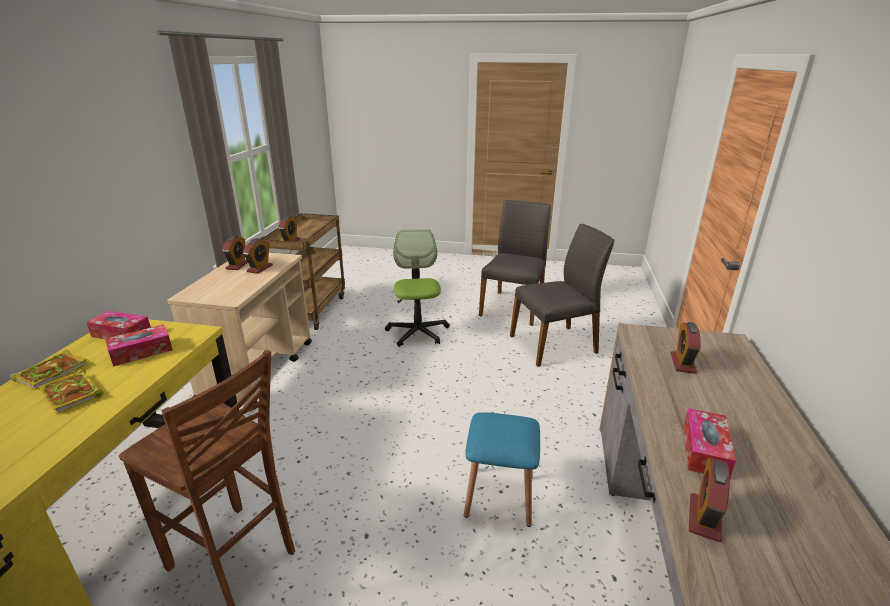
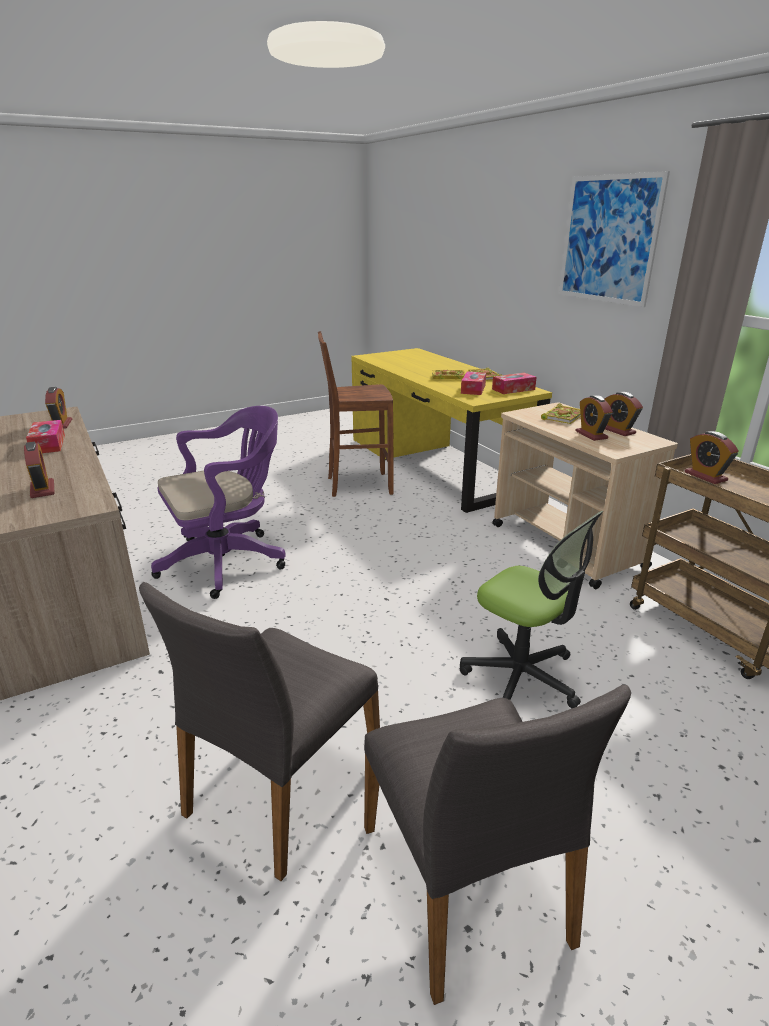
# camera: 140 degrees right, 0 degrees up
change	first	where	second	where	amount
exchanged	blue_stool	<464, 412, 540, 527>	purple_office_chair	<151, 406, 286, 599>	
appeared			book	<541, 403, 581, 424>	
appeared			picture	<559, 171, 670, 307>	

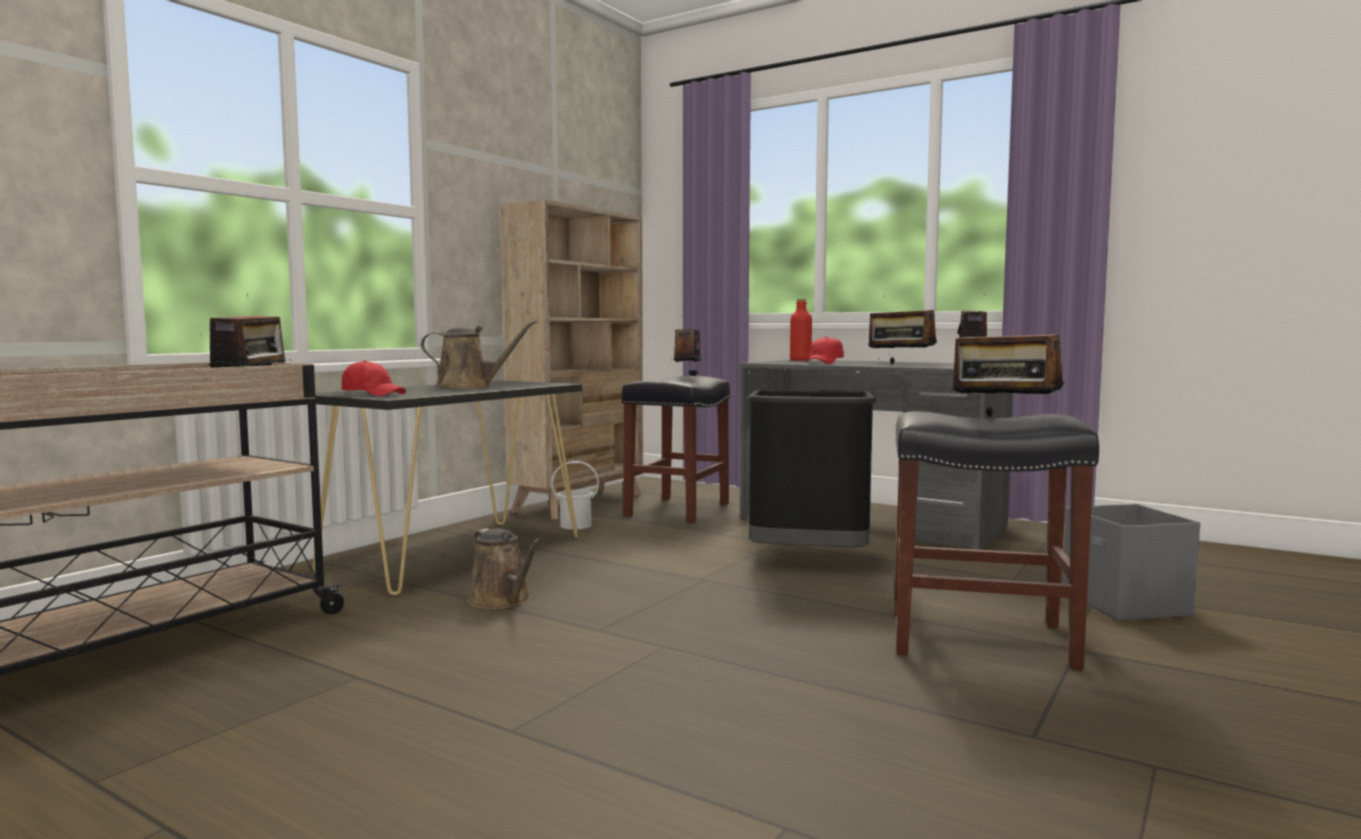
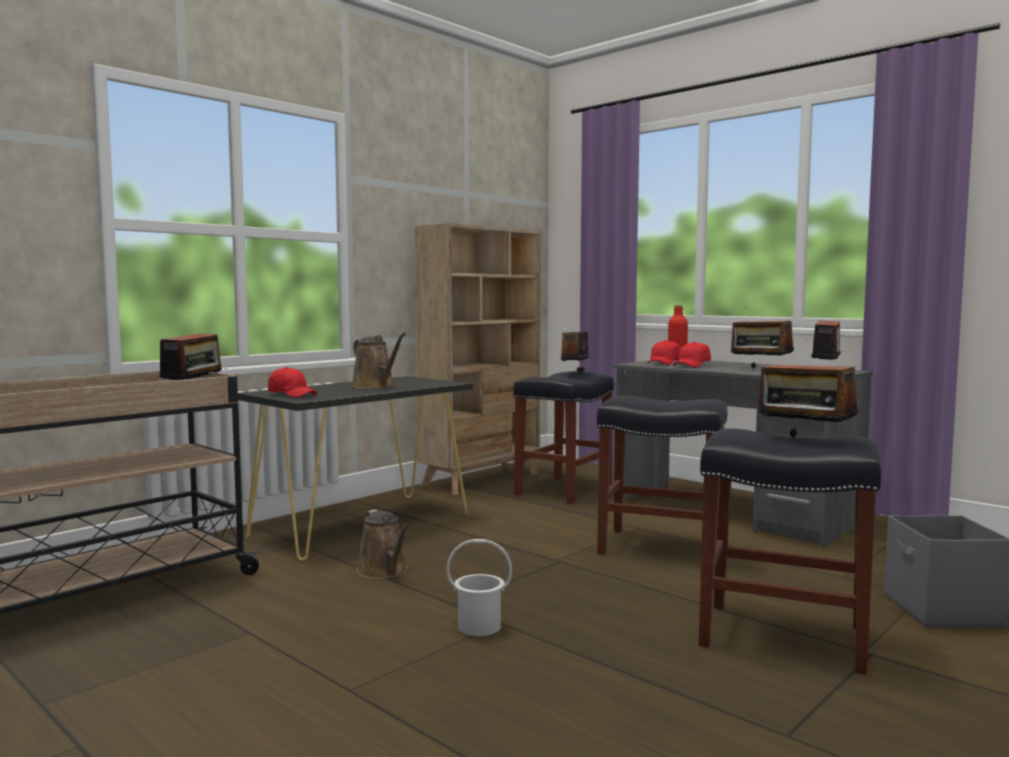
# camera: 10 degrees right, 0 degrees up
change	first	where	second	where	amount
spun	brown_watering_can	<421, 320, 537, 389>		<351, 333, 406, 389>	45 degrees clockwise
relocated	white_bucket	<551, 461, 599, 530>		<447, 539, 512, 636>	
exchanged	black_trash_can	<746, 390, 876, 547>	black_stool	<597, 395, 727, 555>	
appeared			red_cap	<647, 340, 680, 365>	

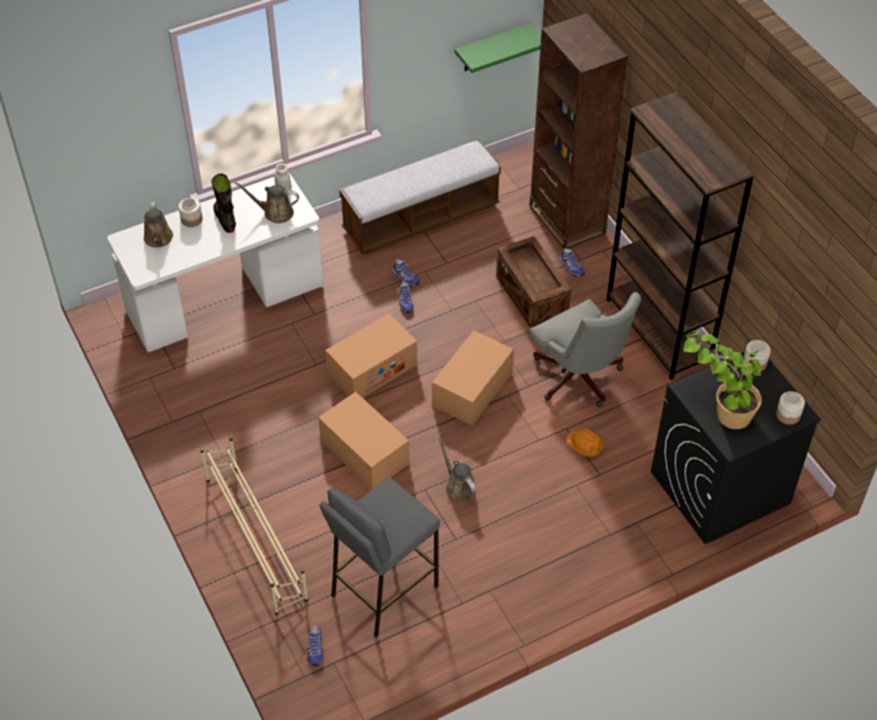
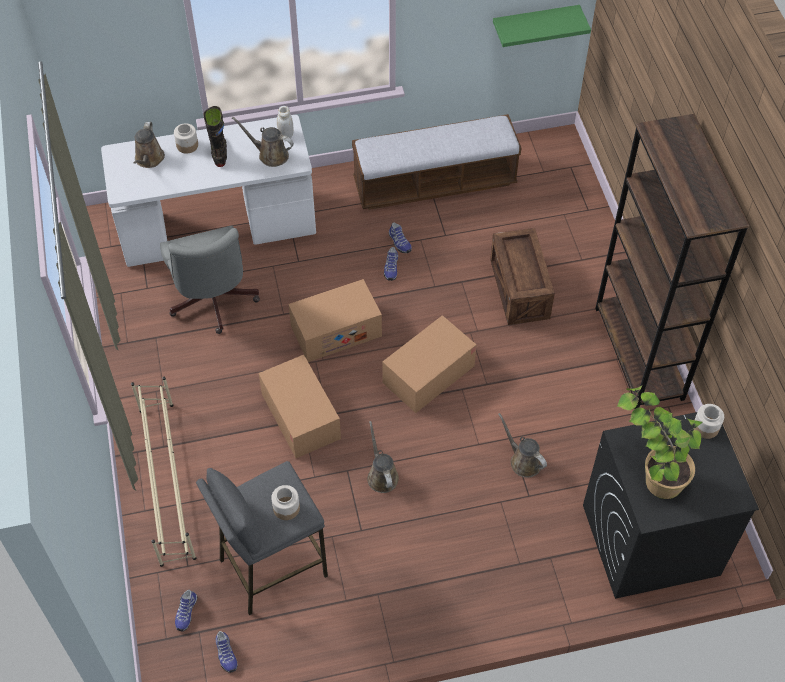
# camera: 15 degrees right, 5 degrees up
change	first	where	second	where	amount
relocated	grey_office_chair	<530, 292, 641, 407>		<160, 225, 260, 334>	
relocated	shoe	<560, 248, 585, 277>		<216, 631, 238, 673>	
relocated	jar	<776, 391, 805, 425>		<271, 485, 300, 520>	
exchanged	orange_hard_hat	<566, 428, 603, 457>	brown_watering_can	<498, 413, 547, 477>	
missing	brown_bookcase	<529, 13, 628, 249>			

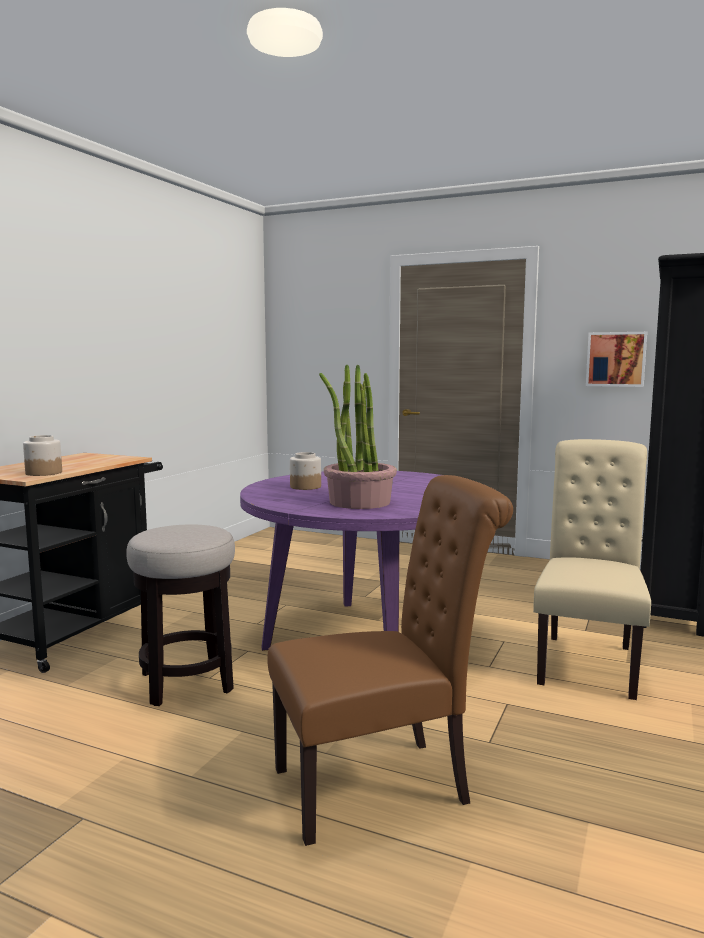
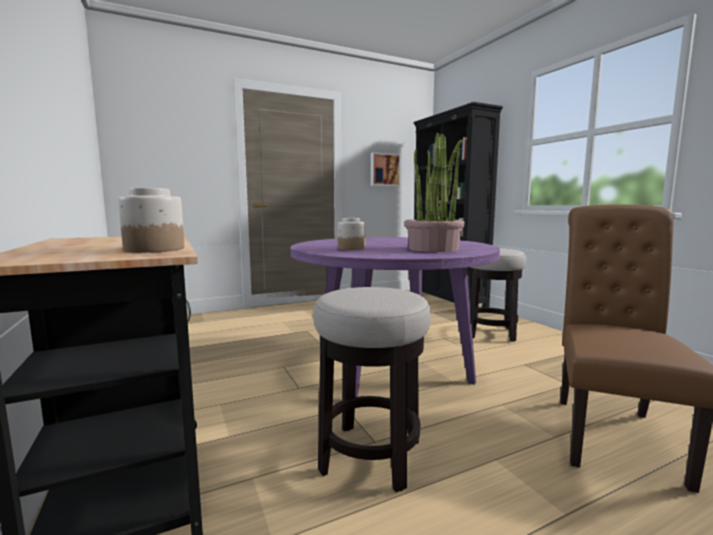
# camera: 50 degrees left, 0 degrees up
change	first	where	second	where	amount
exchanged	beige_chair	<533, 439, 651, 700>	stool	<467, 248, 526, 342>	

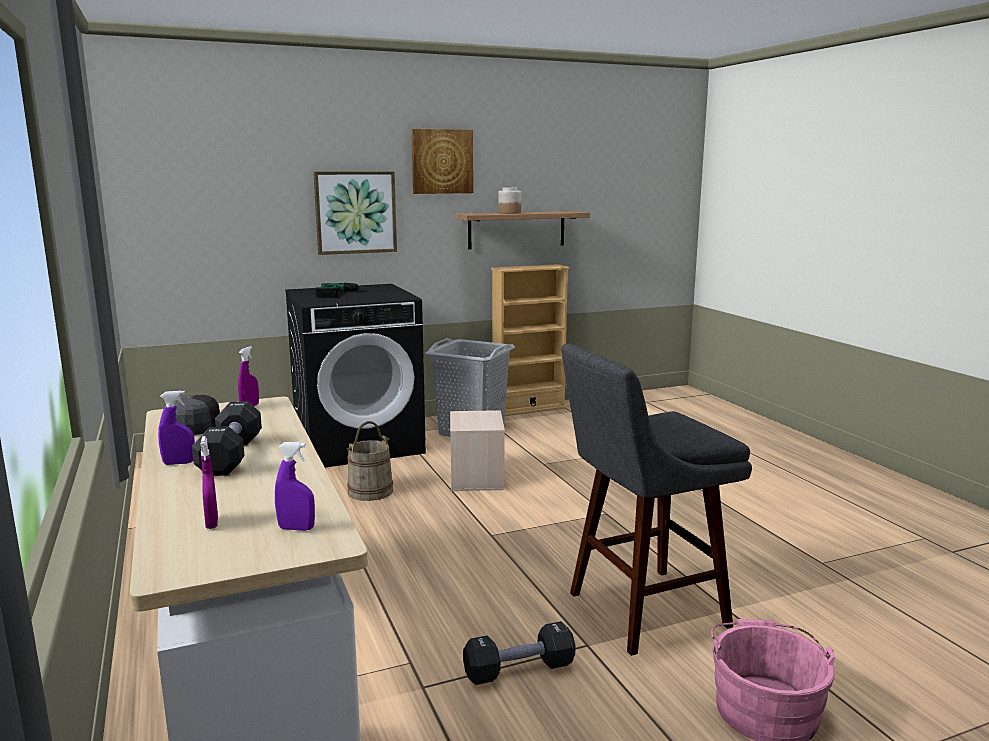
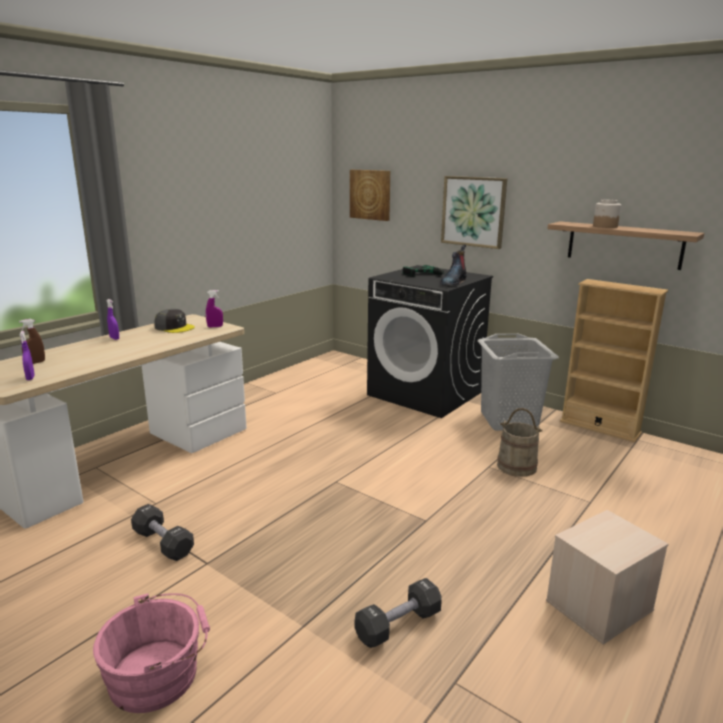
# camera: 60 degrees right, 5 degrees up
change	first	where	second	where	amount
colour	purple_spray_bottle	<201, 436, 218, 529>	brown_spray_bottle	<19, 319, 45, 364>	
relocated	picture	<411, 129, 473, 194>		<350, 170, 390, 221>	
relocated	black_dumbbell	<192, 401, 262, 476>		<355, 578, 442, 648>	
appeared			boot	<440, 245, 467, 285>	
relocated	beige_bucket	<347, 421, 393, 501>		<497, 408, 543, 477>	
relocated	beige_storage_box	<450, 410, 505, 491>		<546, 510, 668, 644>	
missing	grey_stool	<561, 344, 752, 656>			

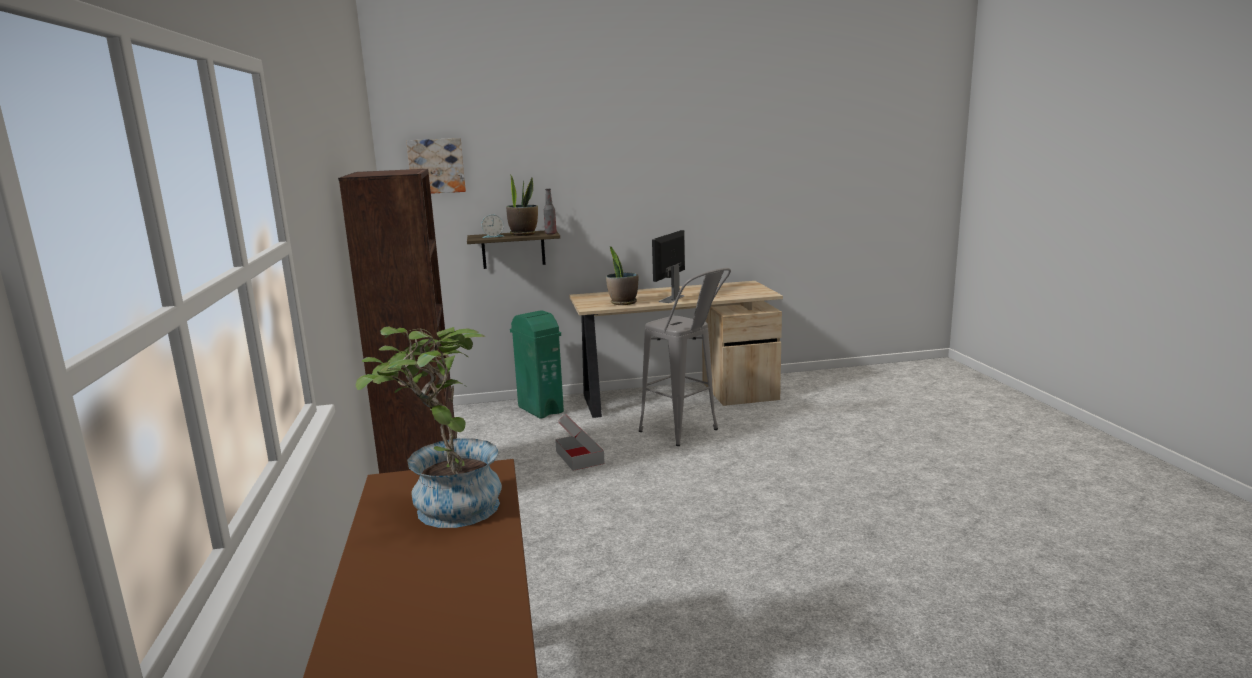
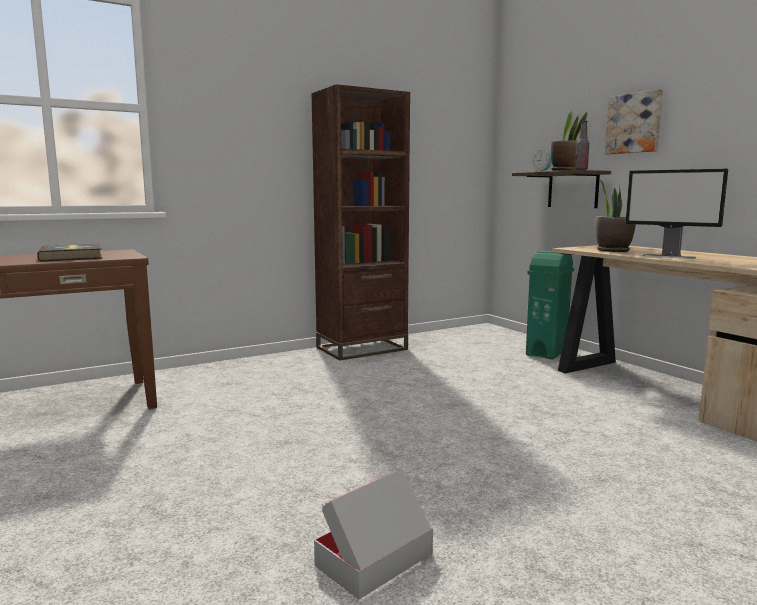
# camera: 70 degrees right, 5 degrees down
change	first	where	second	where	amount
exchanged	potted_plant	<356, 327, 502, 528>	book	<37, 244, 103, 261>	
relocated	cardboard_box	<555, 414, 605, 471>		<314, 469, 433, 599>	
relocated	picture	<406, 138, 466, 194>		<605, 89, 663, 155>	
spun	monitor	<652, 230, 685, 303>		<626, 169, 728, 259>	150 degrees counterclockwise
missing	grey_stool	<639, 268, 731, 446>			

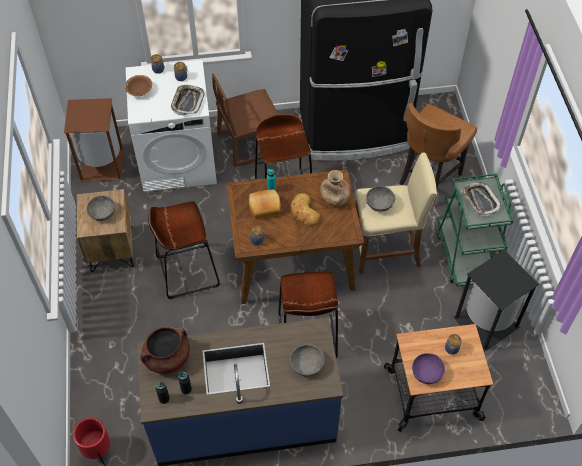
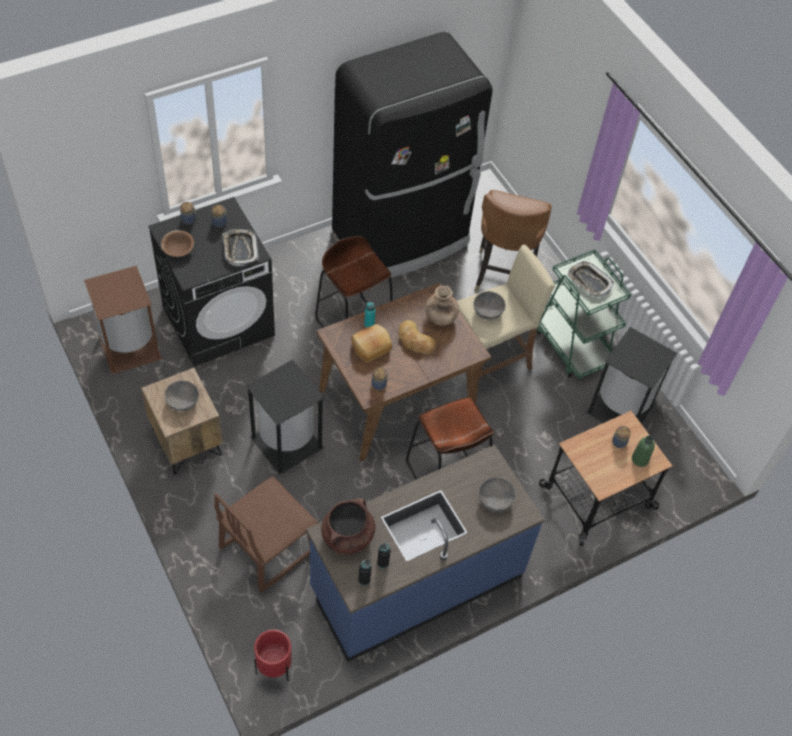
# camera: 25 degrees left, 0 degrees up
change	first	where	second	where	amount
colour	white_washing_machine	<126, 60, 217, 192>	black_washing_machine	<148, 197, 275, 366>	
relocated	brown_chair	<212, 73, 278, 167>		<214, 476, 318, 593>	
exchanged	brown_stool	<148, 201, 220, 299>	black_trash_can	<246, 359, 325, 475>	
appeared			green_bottle	<632, 435, 655, 467>	
missing	purple_bowl	<412, 353, 445, 384>			

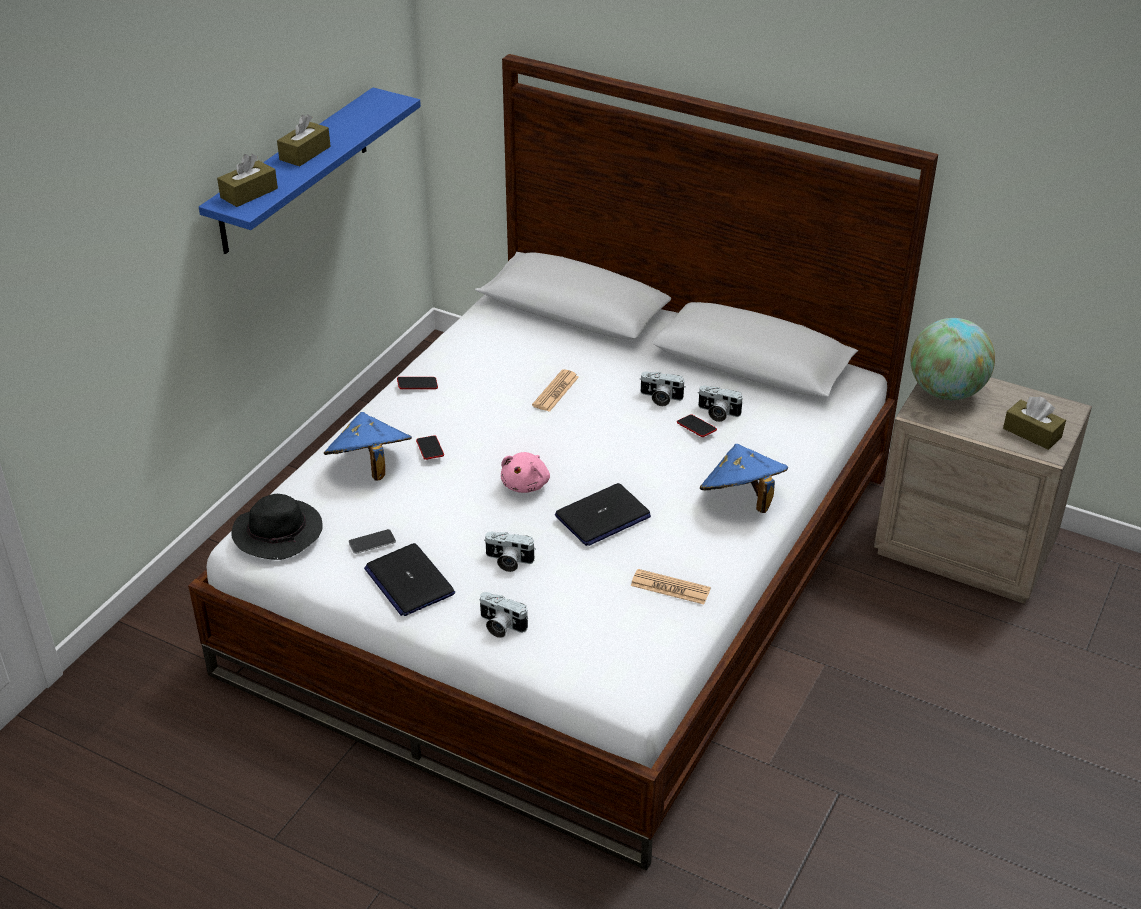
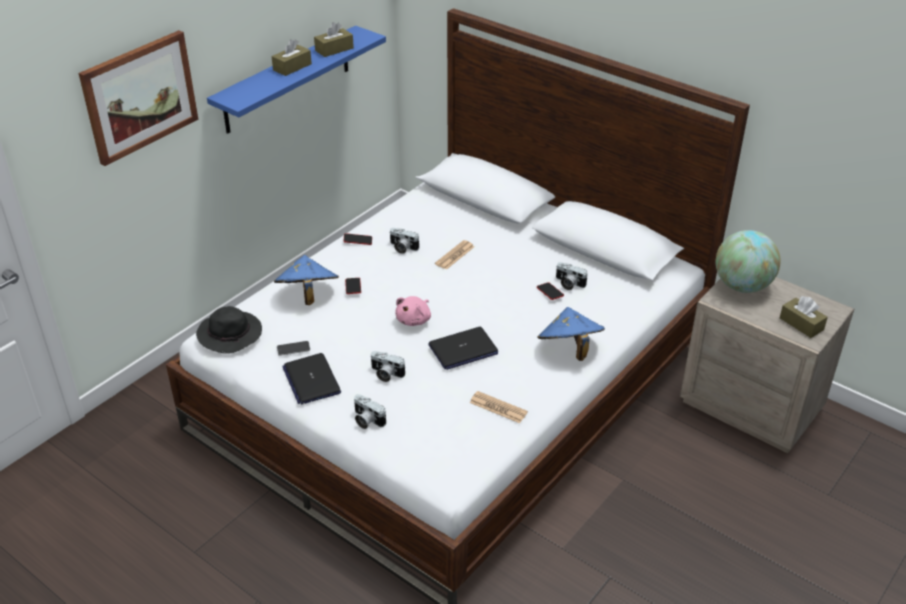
# camera: 10 degrees right, 0 degrees up
change	first	where	second	where	amount
appeared			picture	<79, 30, 198, 166>	
relocated	brown_tissue_box	<217, 154, 278, 207>		<314, 22, 354, 57>	
relocated	photo_camera	<640, 371, 686, 406>		<390, 228, 420, 254>	

